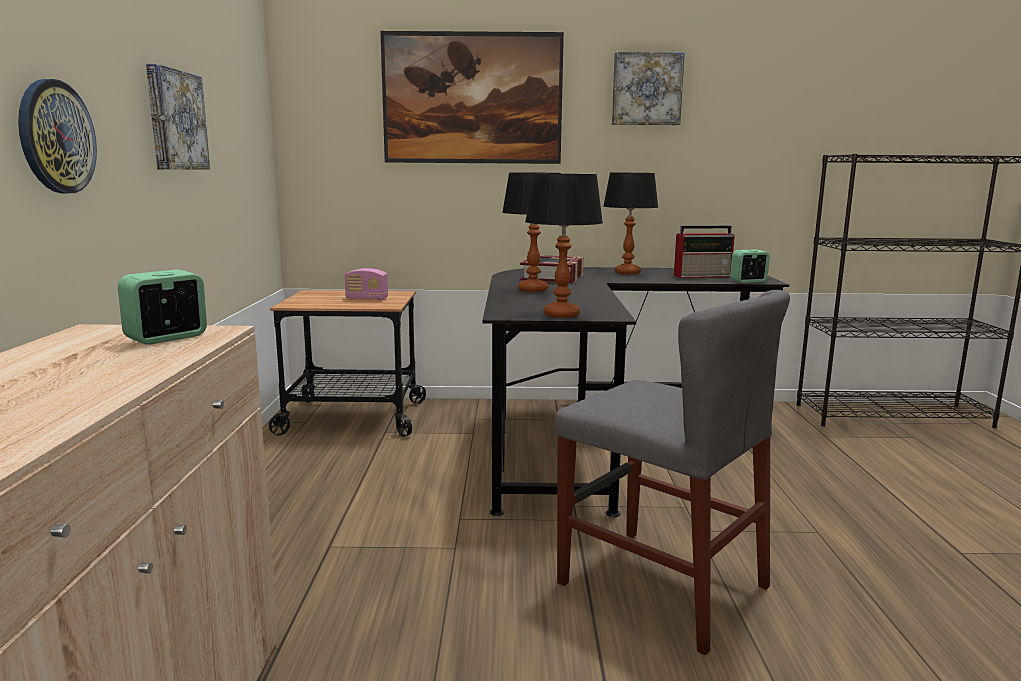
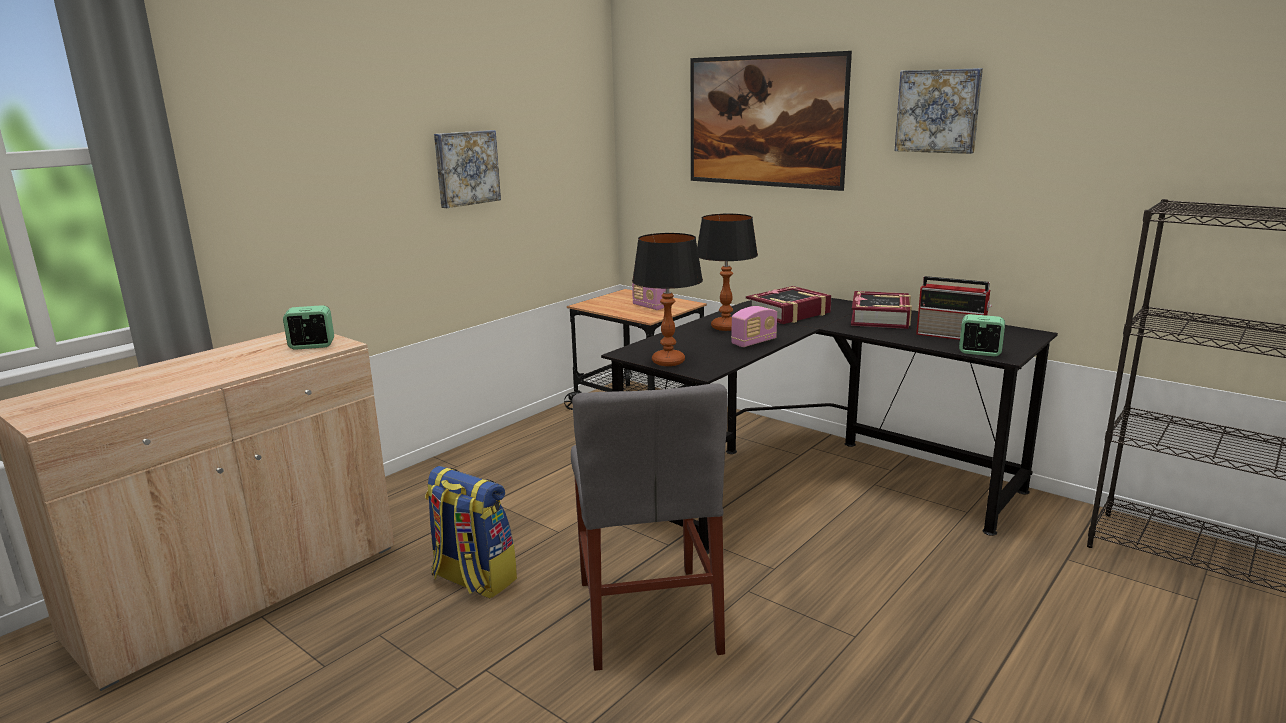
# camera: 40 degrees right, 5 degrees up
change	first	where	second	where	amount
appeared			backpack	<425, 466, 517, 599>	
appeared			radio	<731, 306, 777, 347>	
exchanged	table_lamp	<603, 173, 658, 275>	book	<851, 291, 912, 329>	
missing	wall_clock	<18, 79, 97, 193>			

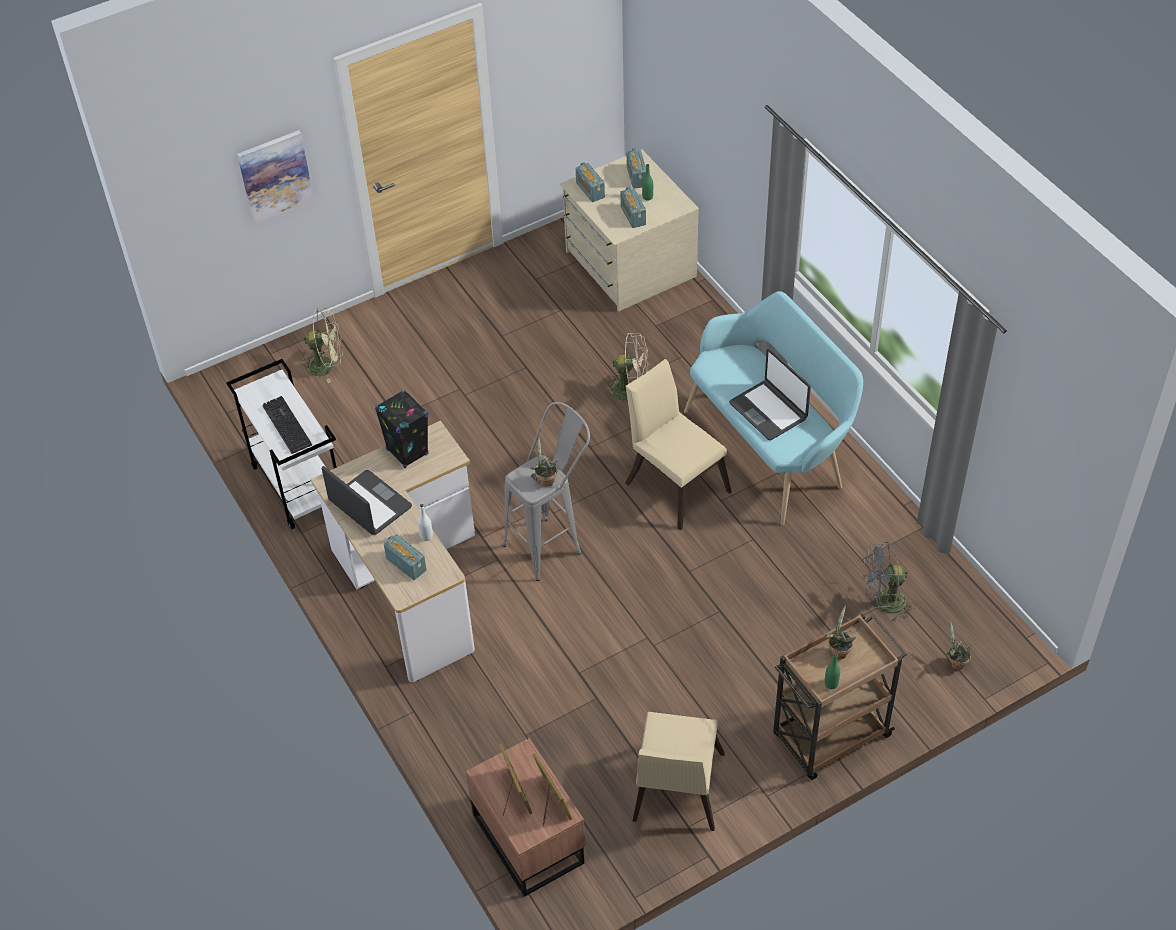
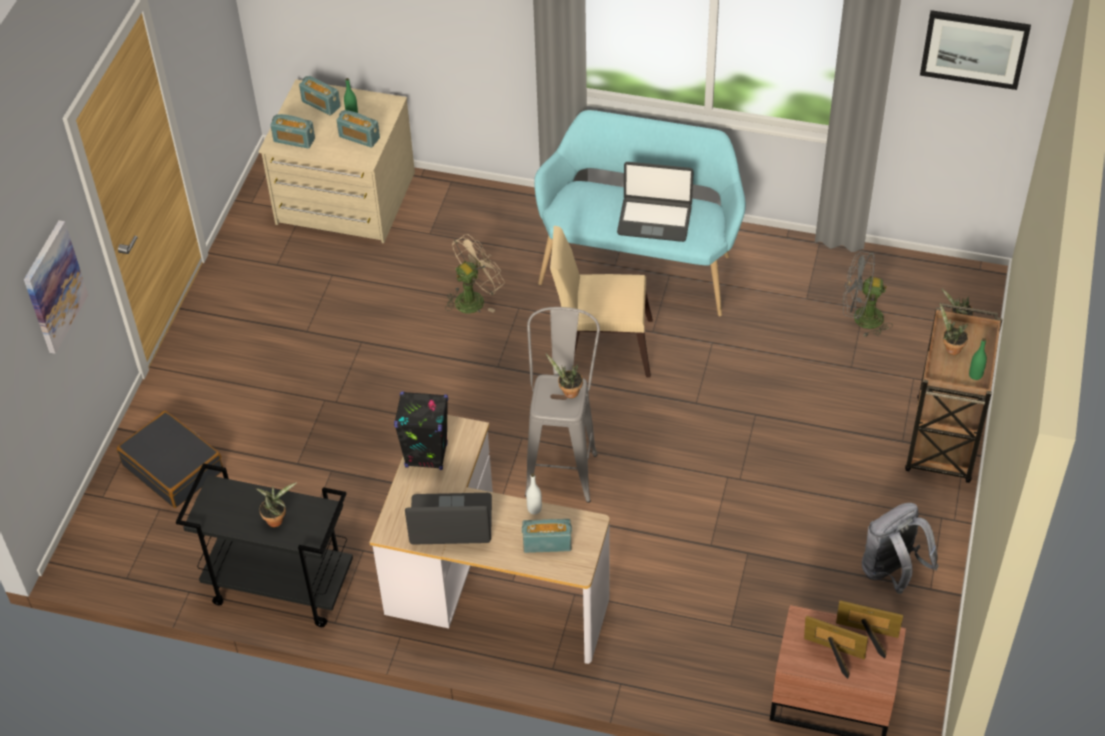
# camera: 45 degrees left, 0 degrees up
change	first	where	second	where	amount
exchanged	green_fan	<301, 308, 343, 383>	black_suitcase	<117, 411, 223, 508>	
colour	white_cart	<226, 359, 337, 529>	black_cart	<176, 463, 353, 627>	
exchanged	keyboard	<262, 396, 312, 454>	potted_plant	<255, 482, 297, 527>	
spun	grey_fan	<863, 542, 916, 623>		<843, 252, 893, 337>	60 degrees clockwise
exchanged	beige_chair	<633, 712, 725, 831>	grey_backpack	<862, 503, 939, 594>	
appeared			picture	<920, 10, 1031, 90>	

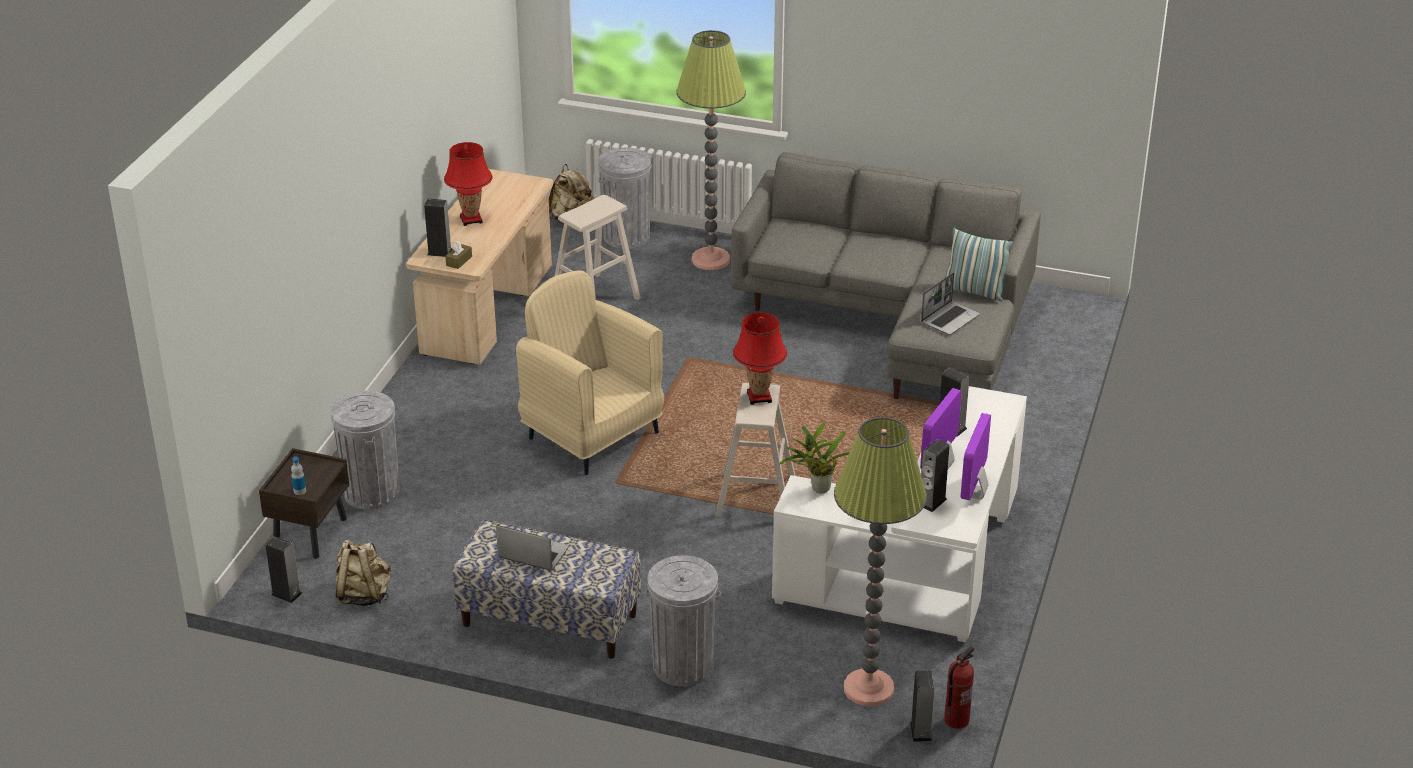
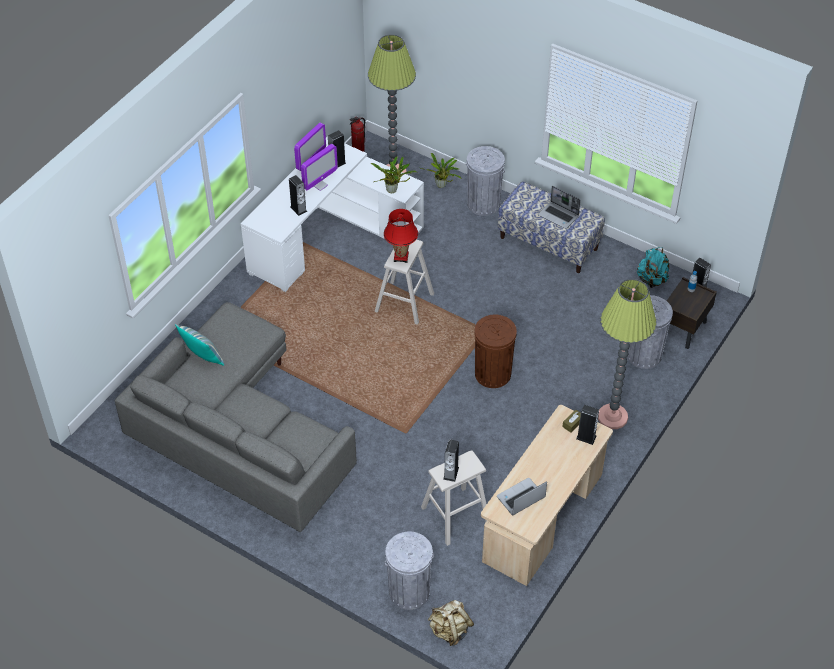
# camera: 165 degrees left, 15 degrees up
change	first	where	second	where	amount
appeared			potted_plant	<420, 153, 462, 188>	
relocated	speaker	<910, 670, 935, 742>		<443, 439, 459, 482>	
exchanged	beige_armchair	<516, 270, 664, 475>	brown_trash_can	<474, 315, 517, 388>	
relocated	laptop	<921, 273, 980, 335>		<497, 478, 547, 515>	
relocated	floor_lamp	<676, 30, 746, 270>		<598, 279, 657, 429>	
colour	beige_backpack	<336, 540, 391, 606>	turquoise_backpack	<637, 247, 669, 288>	
missing	red_table_lamp	<444, 142, 493, 226>			

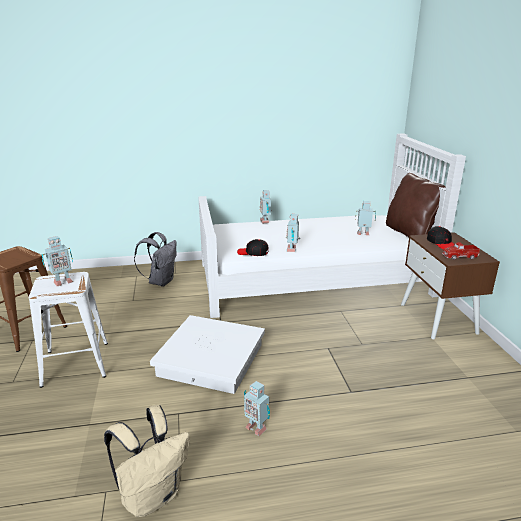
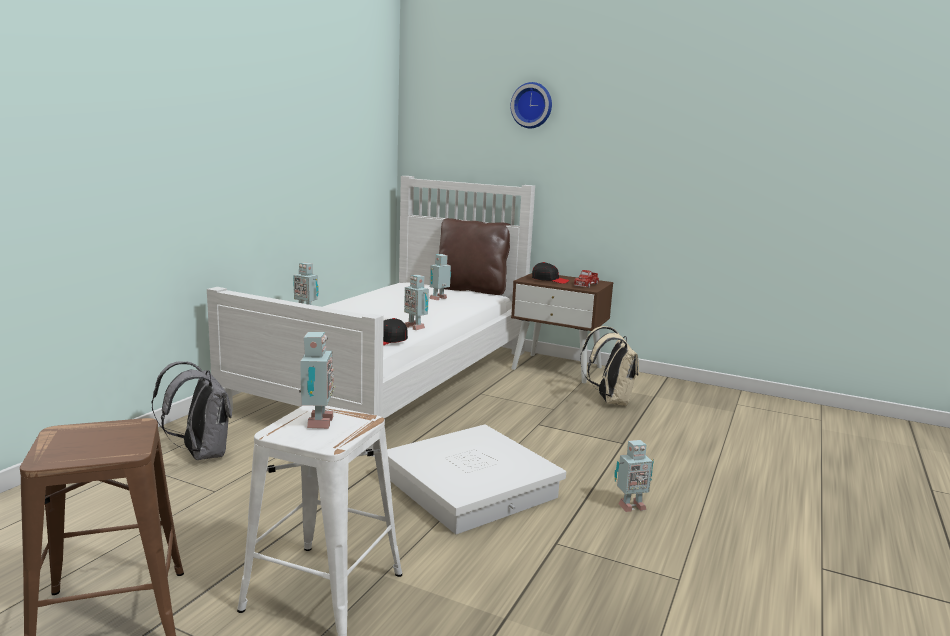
# camera: 55 degrees left, 10 degrees down
change	first	where	second	where	amount
appeared			wall_clock	<510, 82, 552, 128>	
relocated	beige_backpack	<104, 405, 189, 517>		<580, 326, 639, 406>	

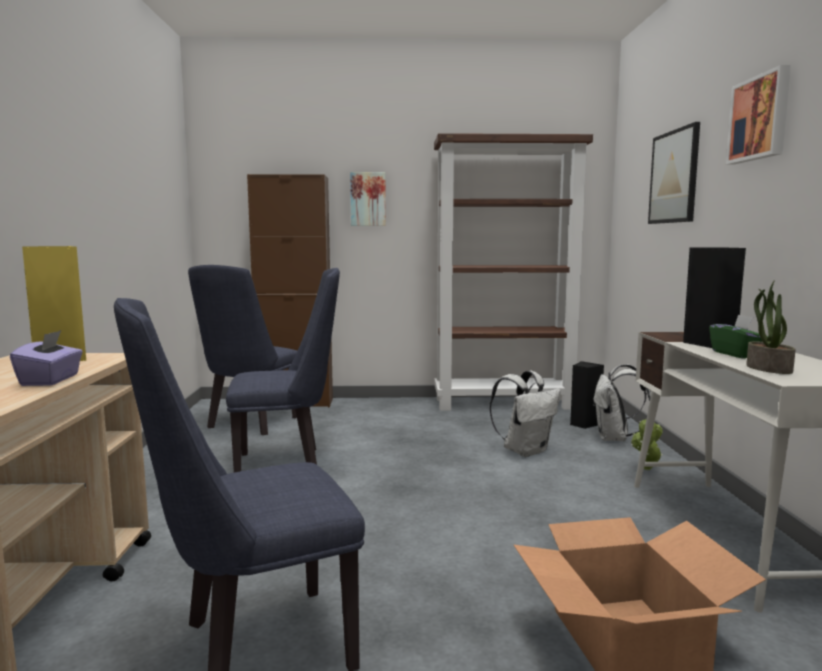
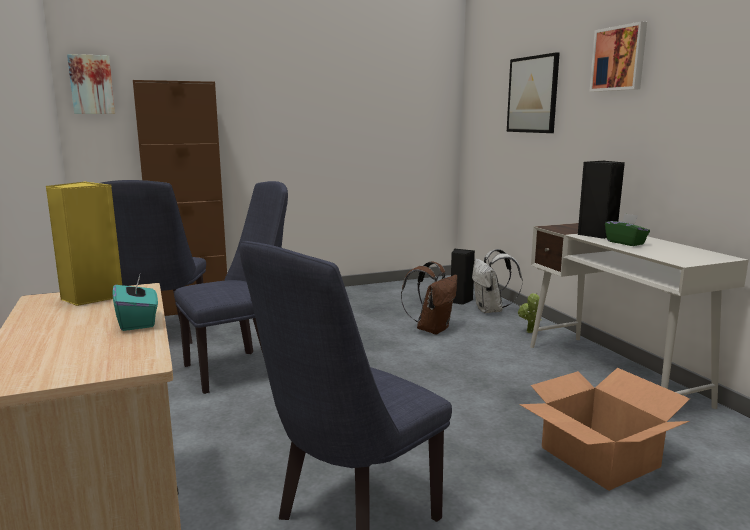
# camera: 20 degrees left, 5 degrees up
change	first	where	second	where	amount
relocated	picture	<350, 172, 386, 226>		<67, 54, 115, 114>	
colour	purple_tissue_box	<10, 330, 83, 386>	turquoise_tissue_box	<113, 275, 158, 331>	
colour	white_backpack	<490, 371, 561, 457>	brown_backpack	<401, 261, 457, 335>	
missing	brown_bookcase	<434, 133, 593, 411>			
missing	potted_plant	<746, 280, 796, 374>			

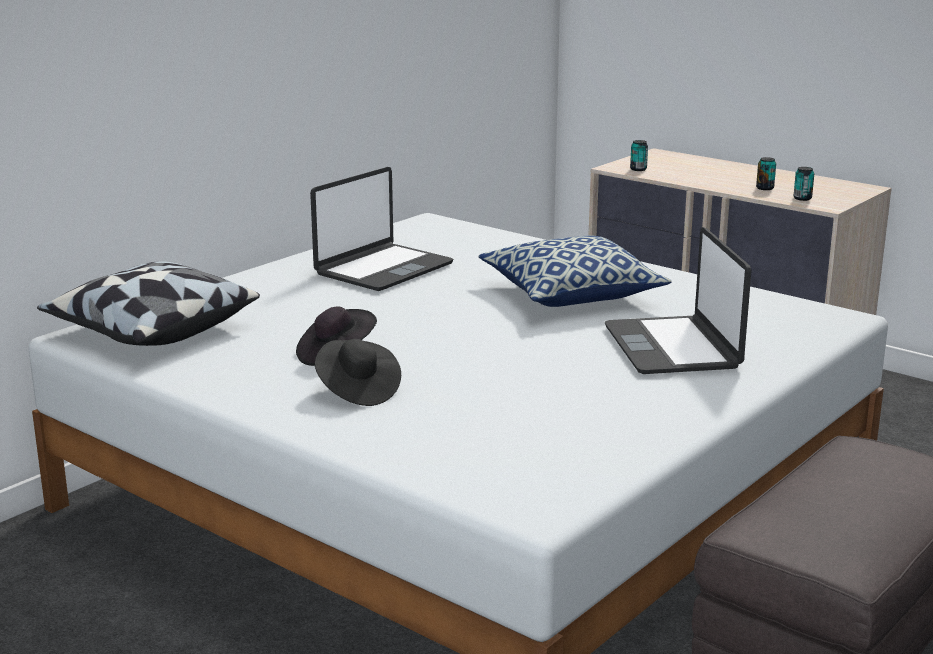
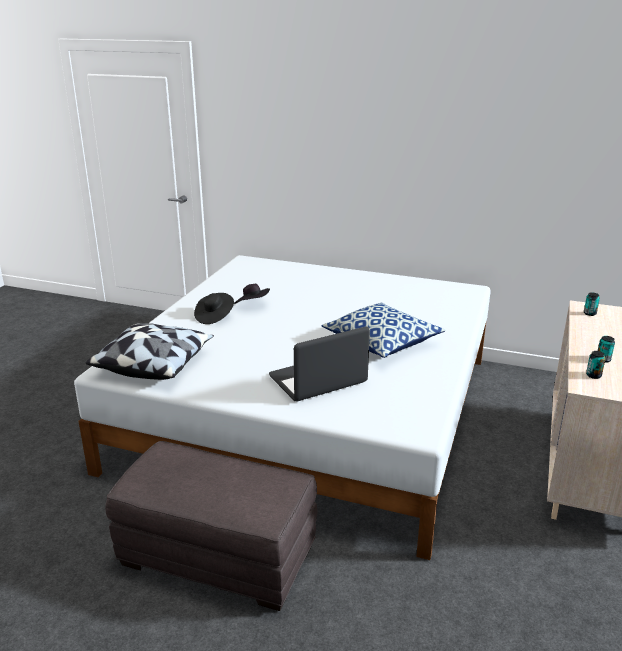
# camera: 70 degrees right, 5 degrees up
change	first	where	second	where	amount
relocated	pillow	<37, 261, 260, 346>		<86, 323, 214, 380>	
missing	laptop	<310, 167, 453, 291>			

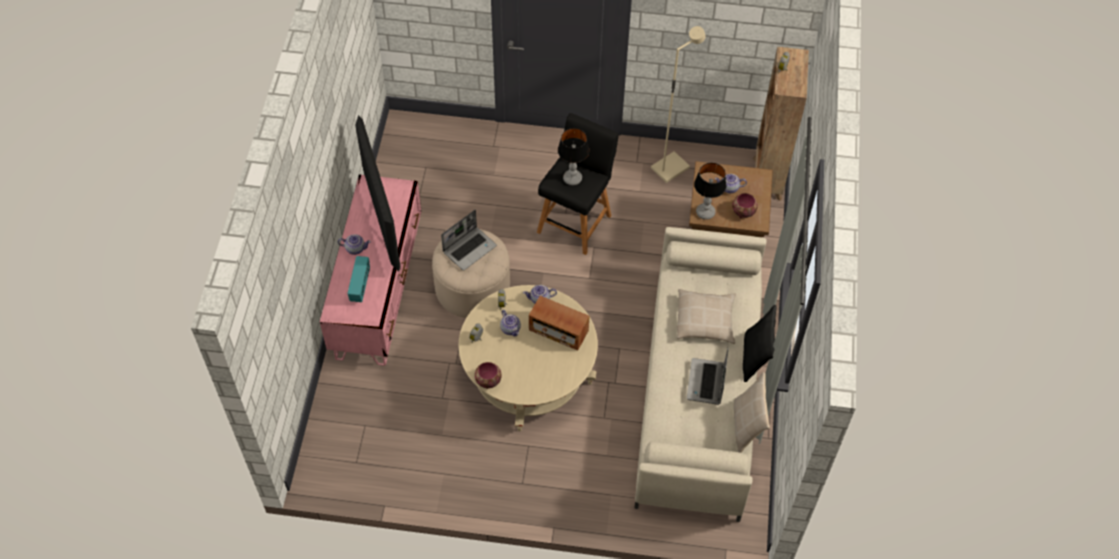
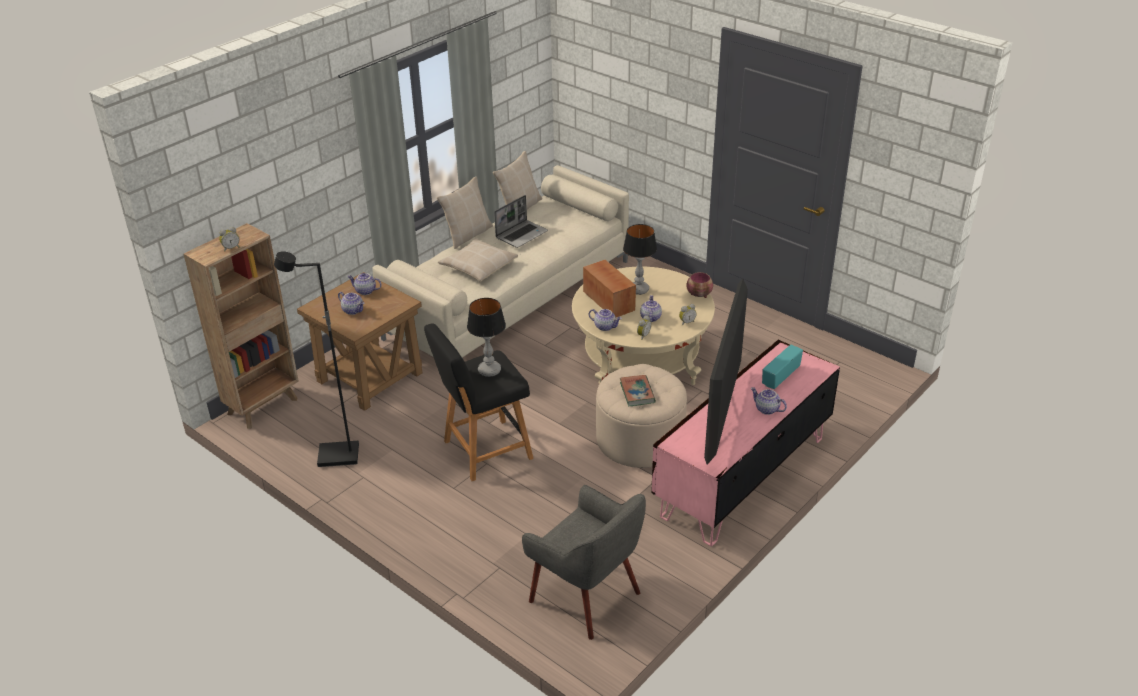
# camera: 145 degrees left, 20 degrees down
change	first	where	second	where	amount
colour	beige_floor_lamp	<651, 26, 706, 183>	black_floor_lamp	<274, 251, 359, 467>	
exchanged	bowl	<732, 193, 758, 218>	teapot	<347, 273, 382, 295>	
colour	black_pillow	<743, 305, 776, 382>	beige_pillow	<436, 176, 493, 249>	
appeared			grey_armchair	<522, 485, 646, 640>	
exchanged	laptop	<441, 210, 497, 271>	book	<620, 375, 656, 406>	
relocated	table_lamp	<694, 163, 726, 220>		<623, 224, 657, 295>	

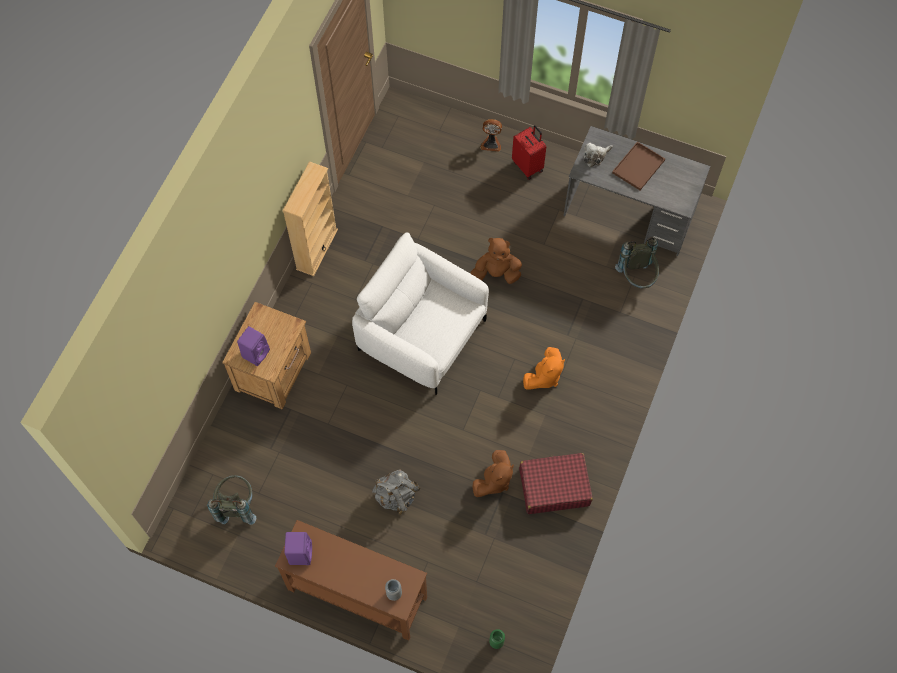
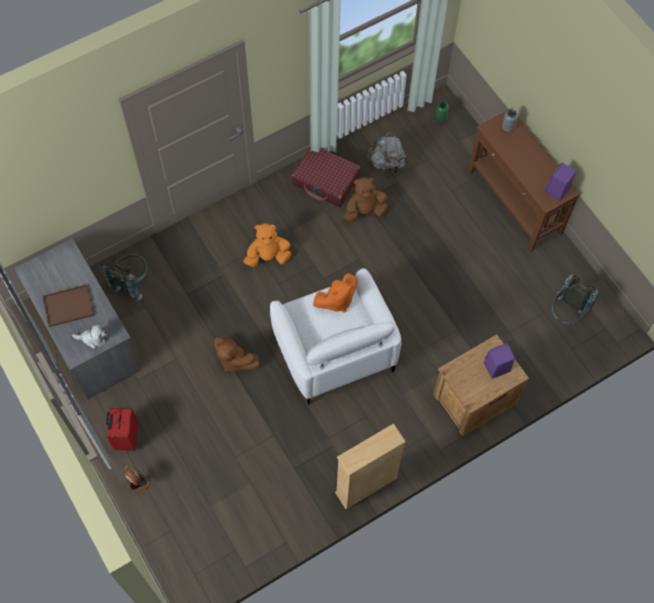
# camera: 145 degrees left, 0 degrees up
change	first	where	second	where	amount
appeared			orange_plush_toy	<313, 273, 357, 313>	
relocated	grey_backpack	<372, 469, 421, 515>		<368, 132, 406, 172>	

